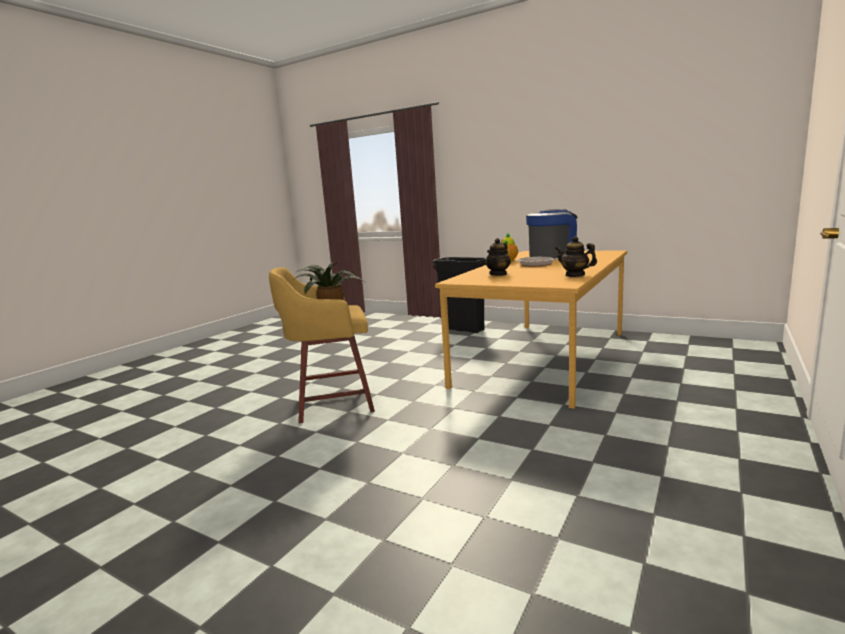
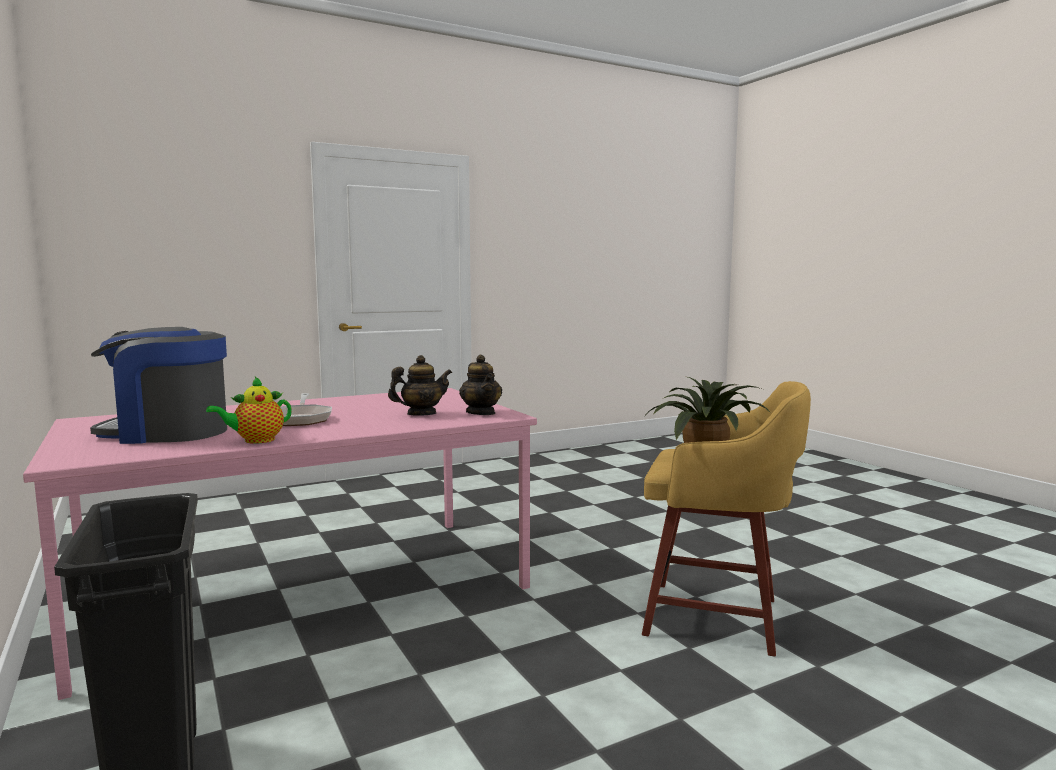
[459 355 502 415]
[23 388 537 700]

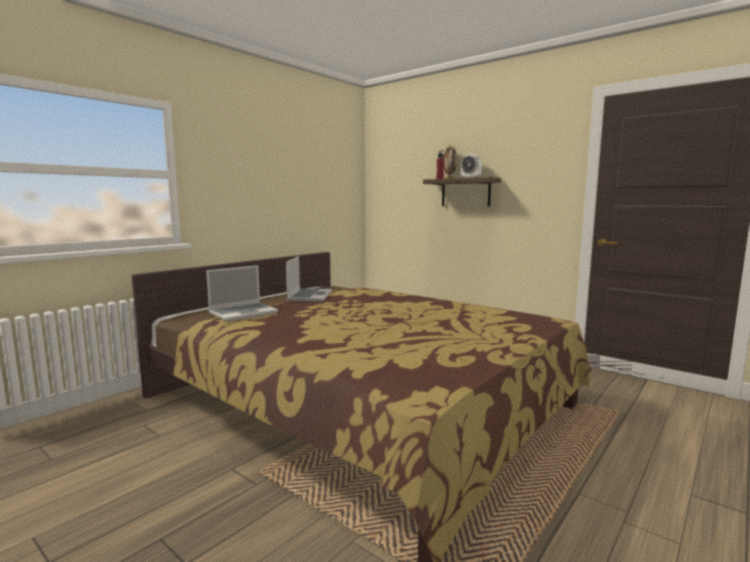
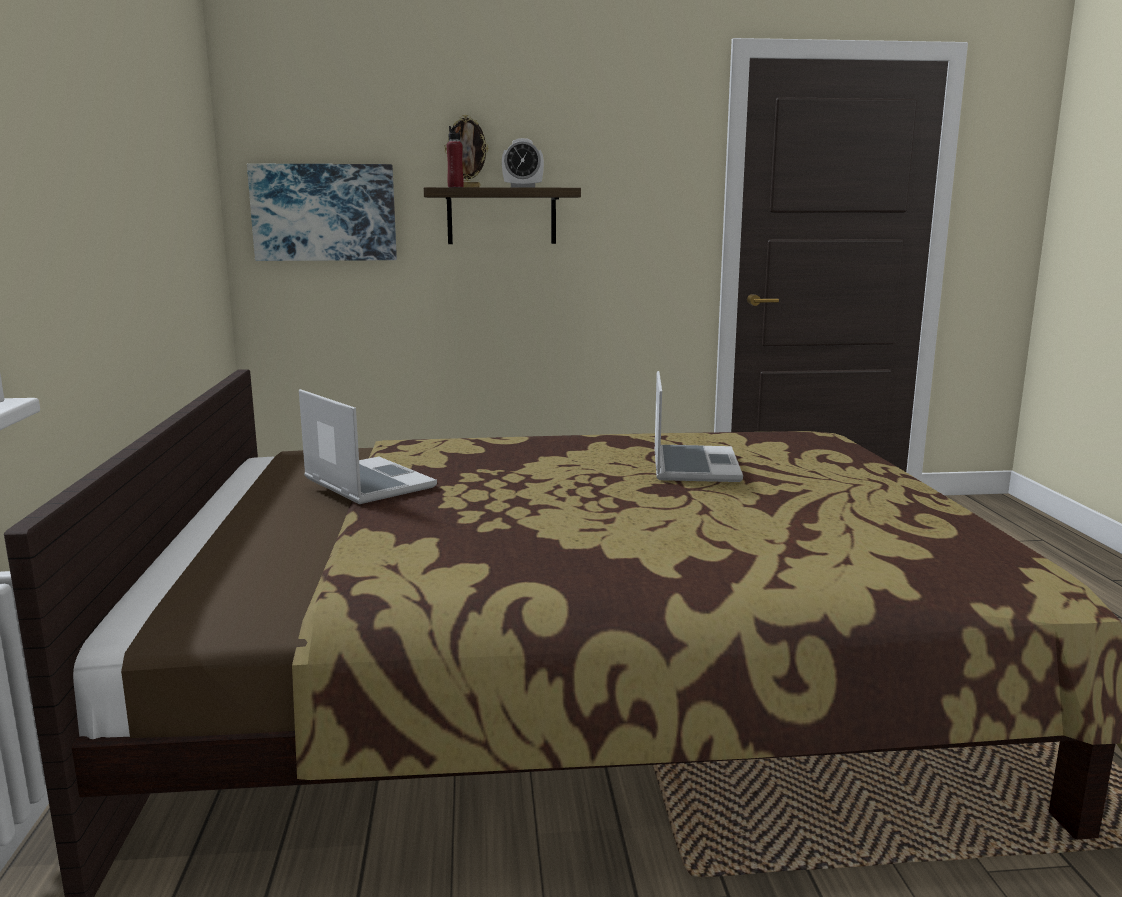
[247 164 397 261]
[654 371 743 482]

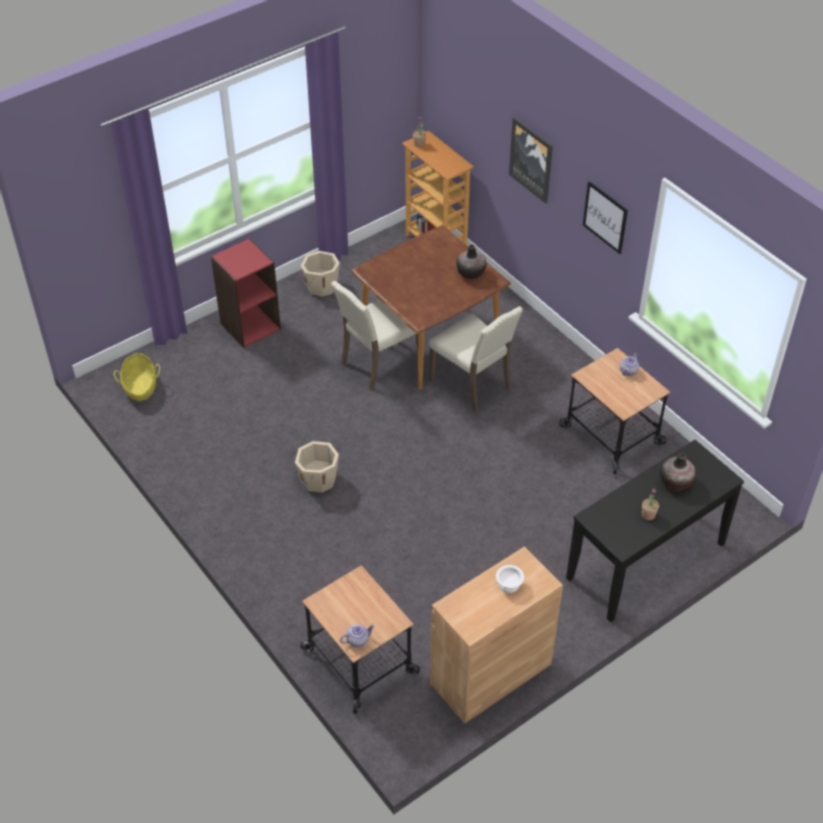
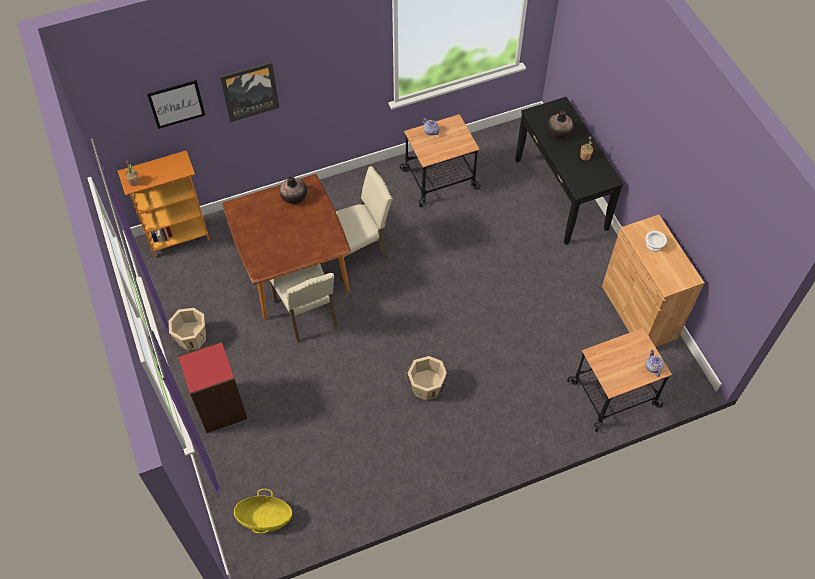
[147 80 205 129]

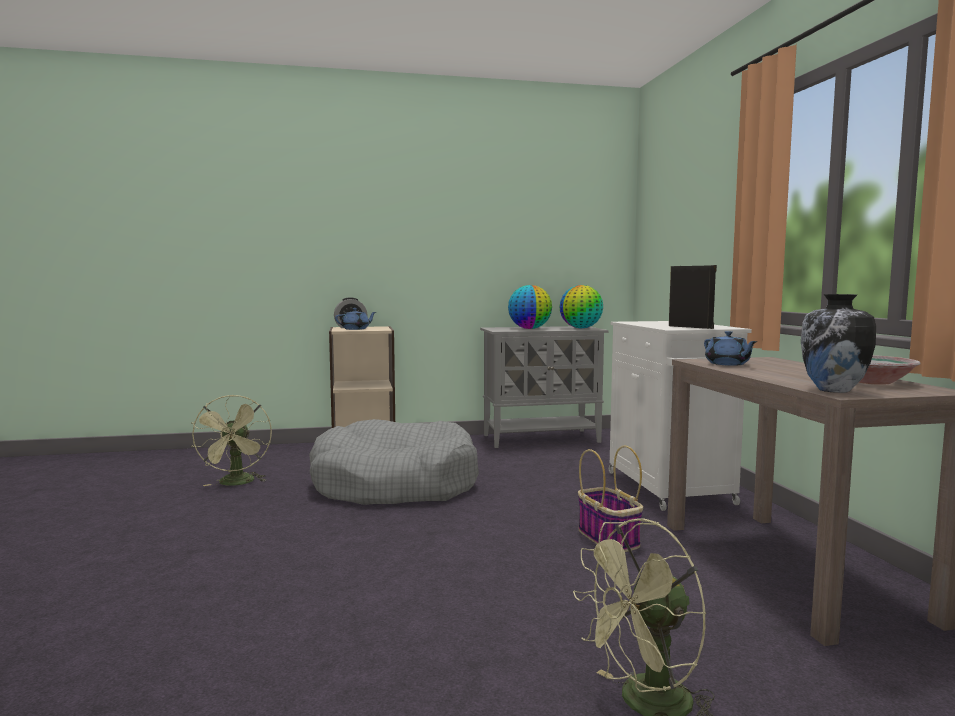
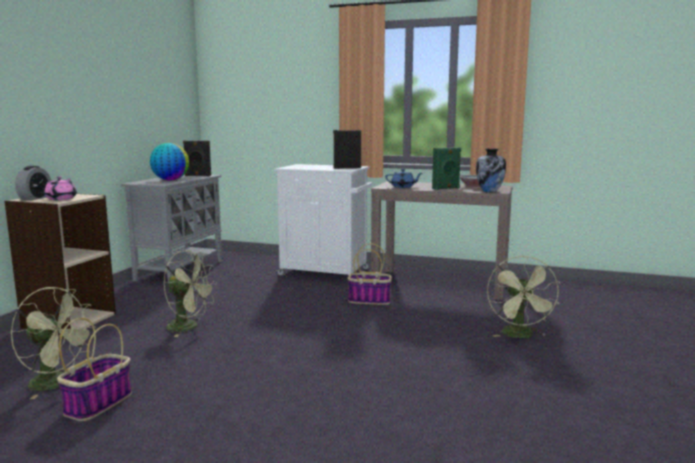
[57 318 132 421]
[432 147 461 190]
[164 250 217 337]
[183 141 211 176]
[44 176 77 200]

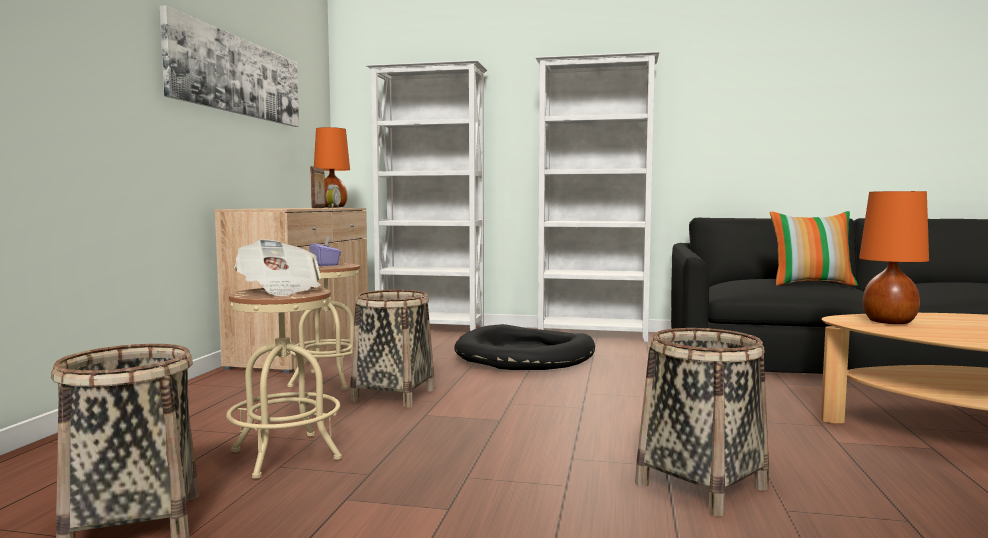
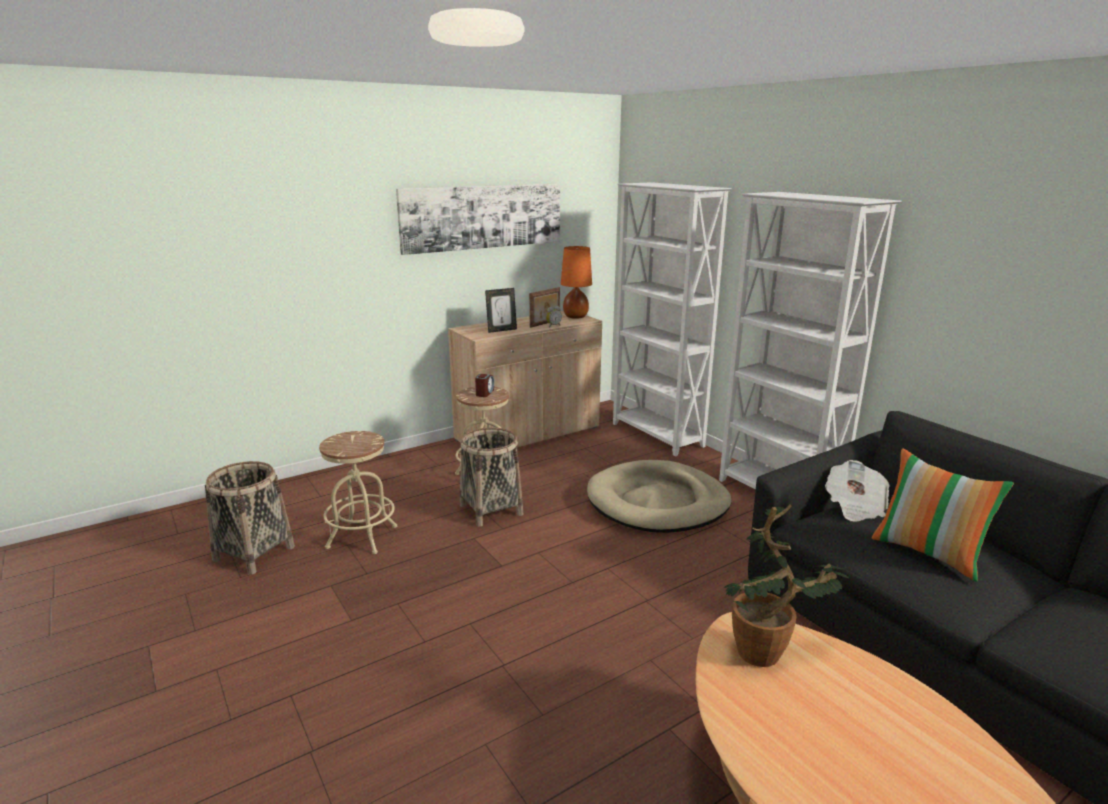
[635 328 769 516] (first image)
[485 288 517 333]
[825 460 890 522]
[475 374 494 397]
[724 504 849 667]
[587 460 731 533]

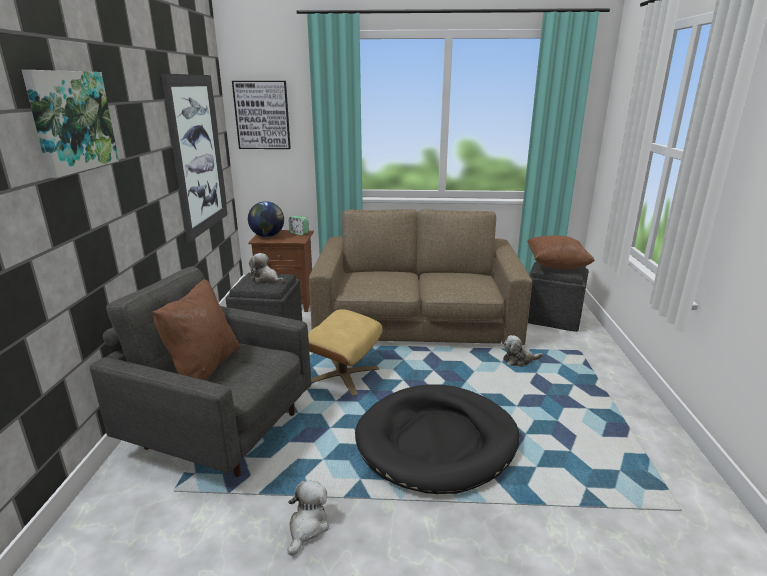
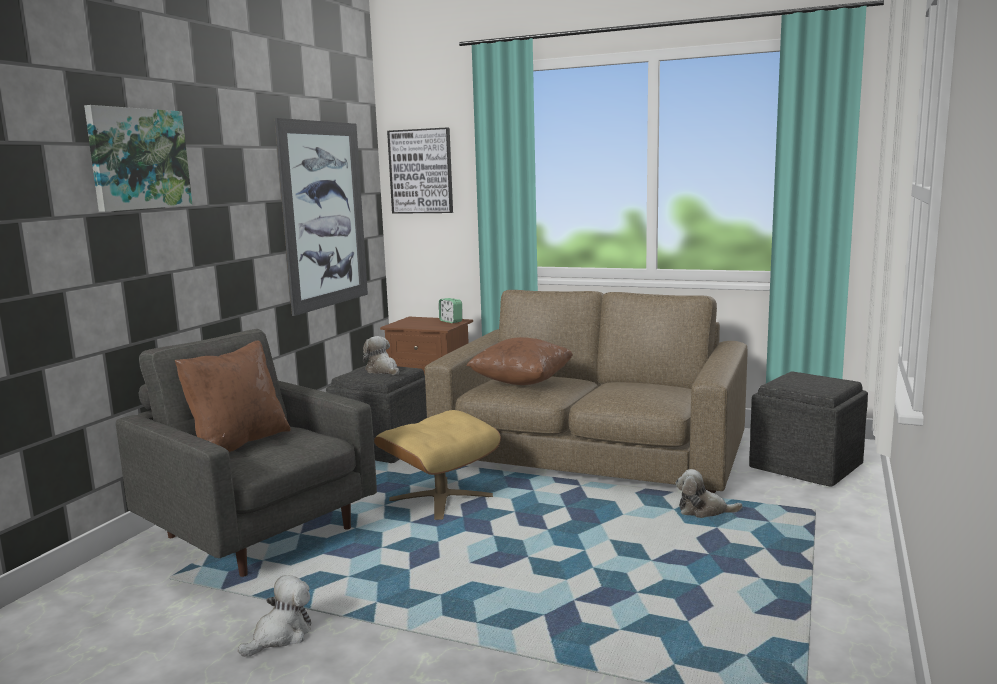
[248 201 284 237] (first image)
[355 384 519 494] (first image)
[467 337 573 385]

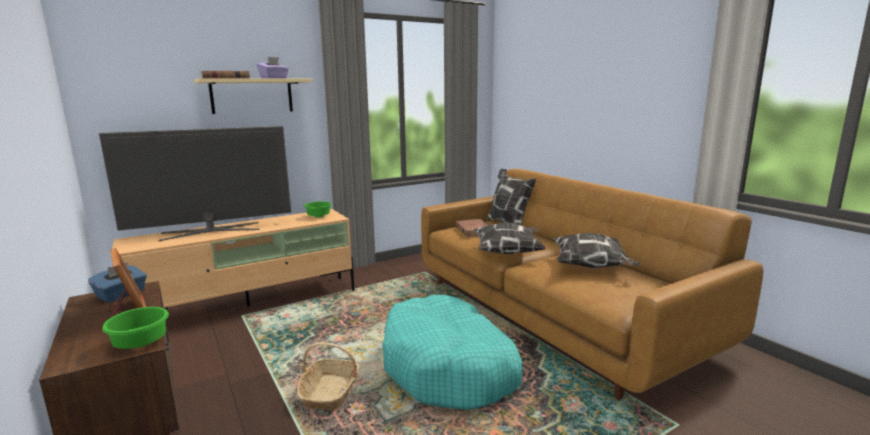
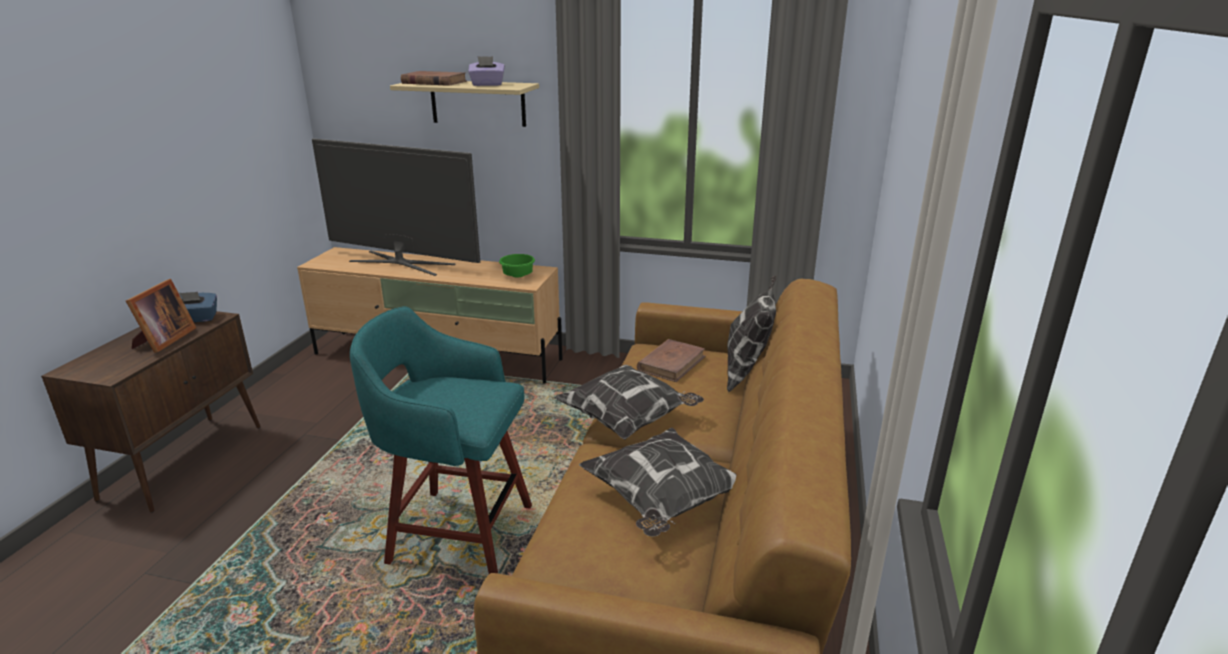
[102 307 169 349] (first image)
[297 342 359 410] (first image)
[350 306 532 574]

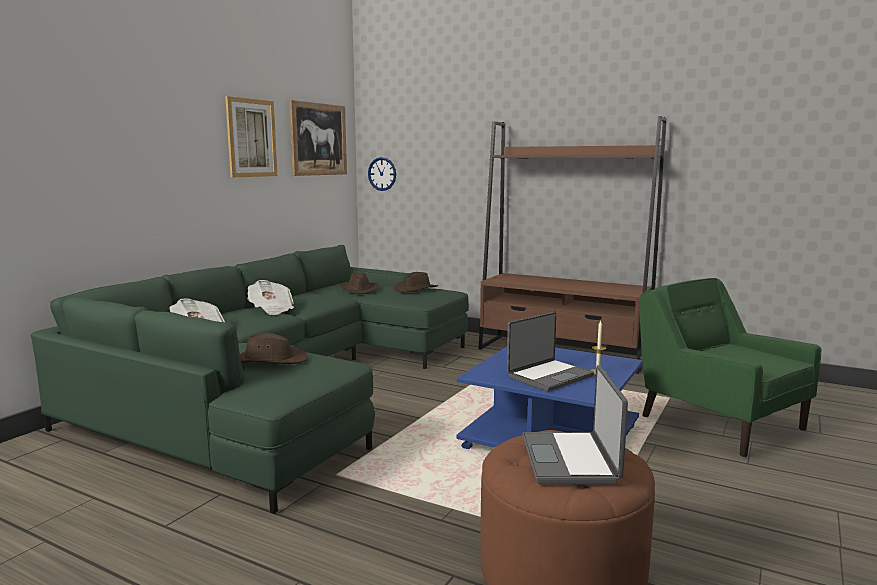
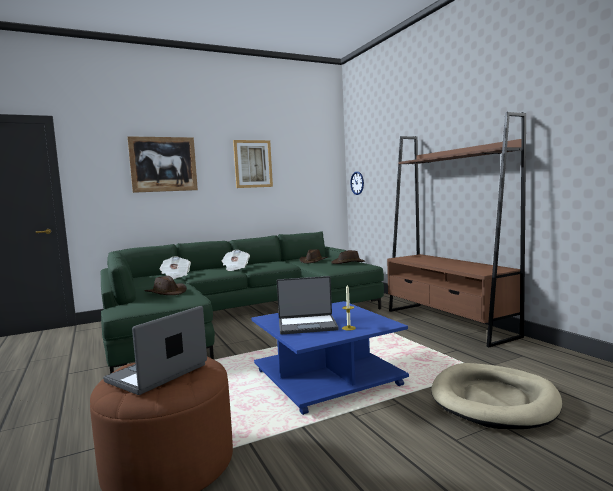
[127 136 198 193]
[431 363 562 429]

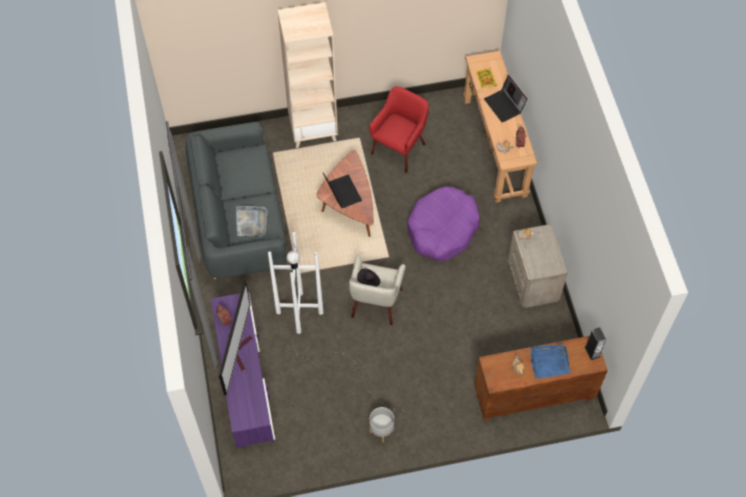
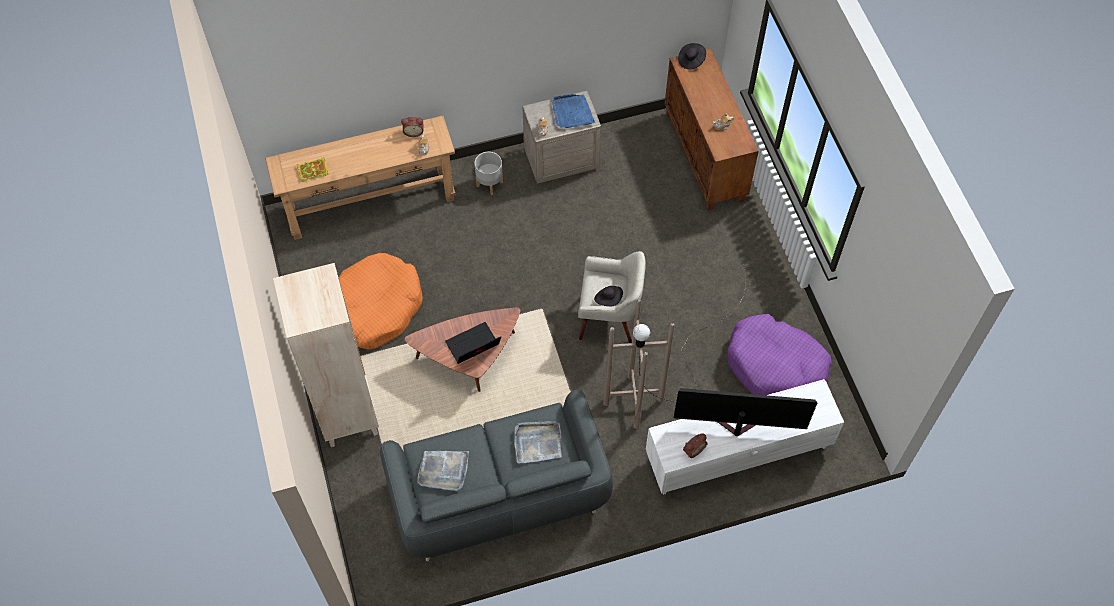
[484 75 527 122] (first image)
[417 451 469 491]
[474 152 503 195]
[727 314 832 395]
[552 94 595 128]
[339 253 423 350]
[678 43 706 70]
[646 379 844 495]
[603 266 746 429]

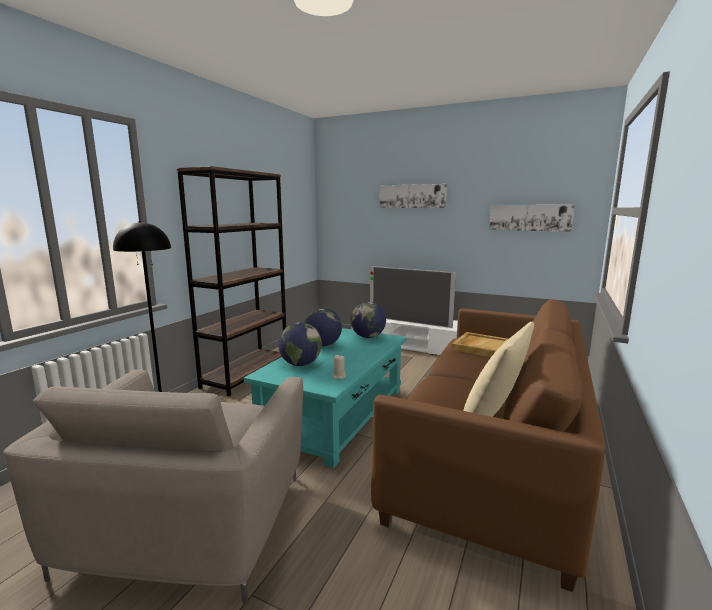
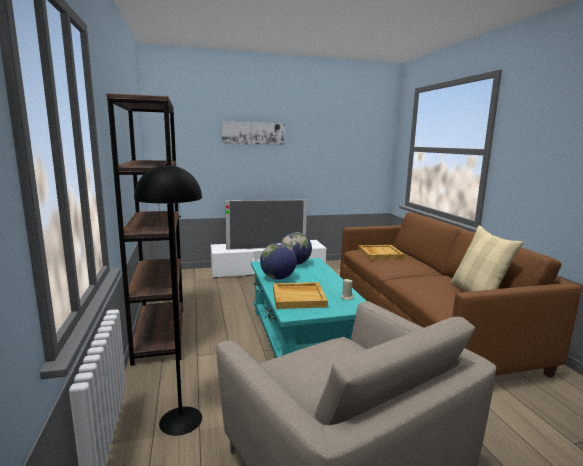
[489 205 575 232] (first image)
[273 282 328 309]

